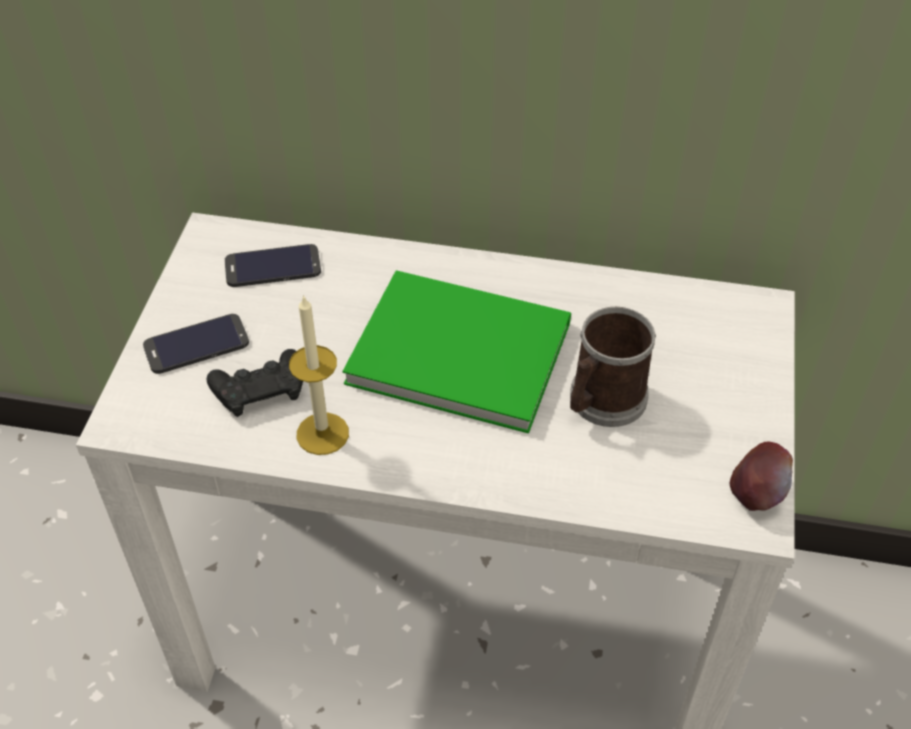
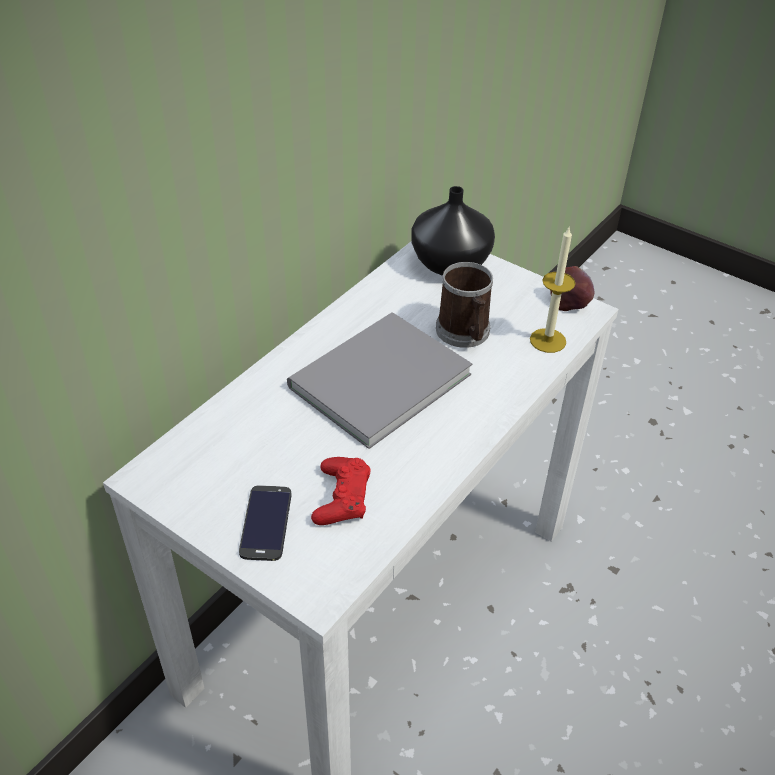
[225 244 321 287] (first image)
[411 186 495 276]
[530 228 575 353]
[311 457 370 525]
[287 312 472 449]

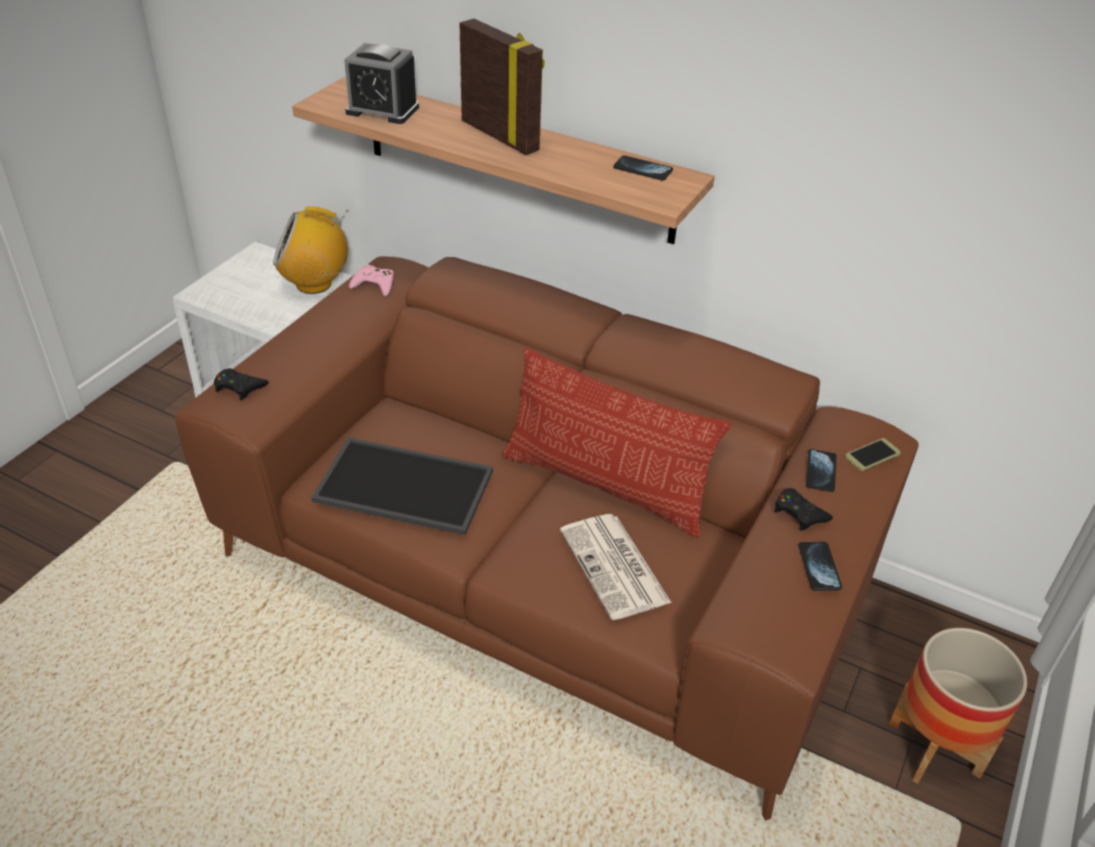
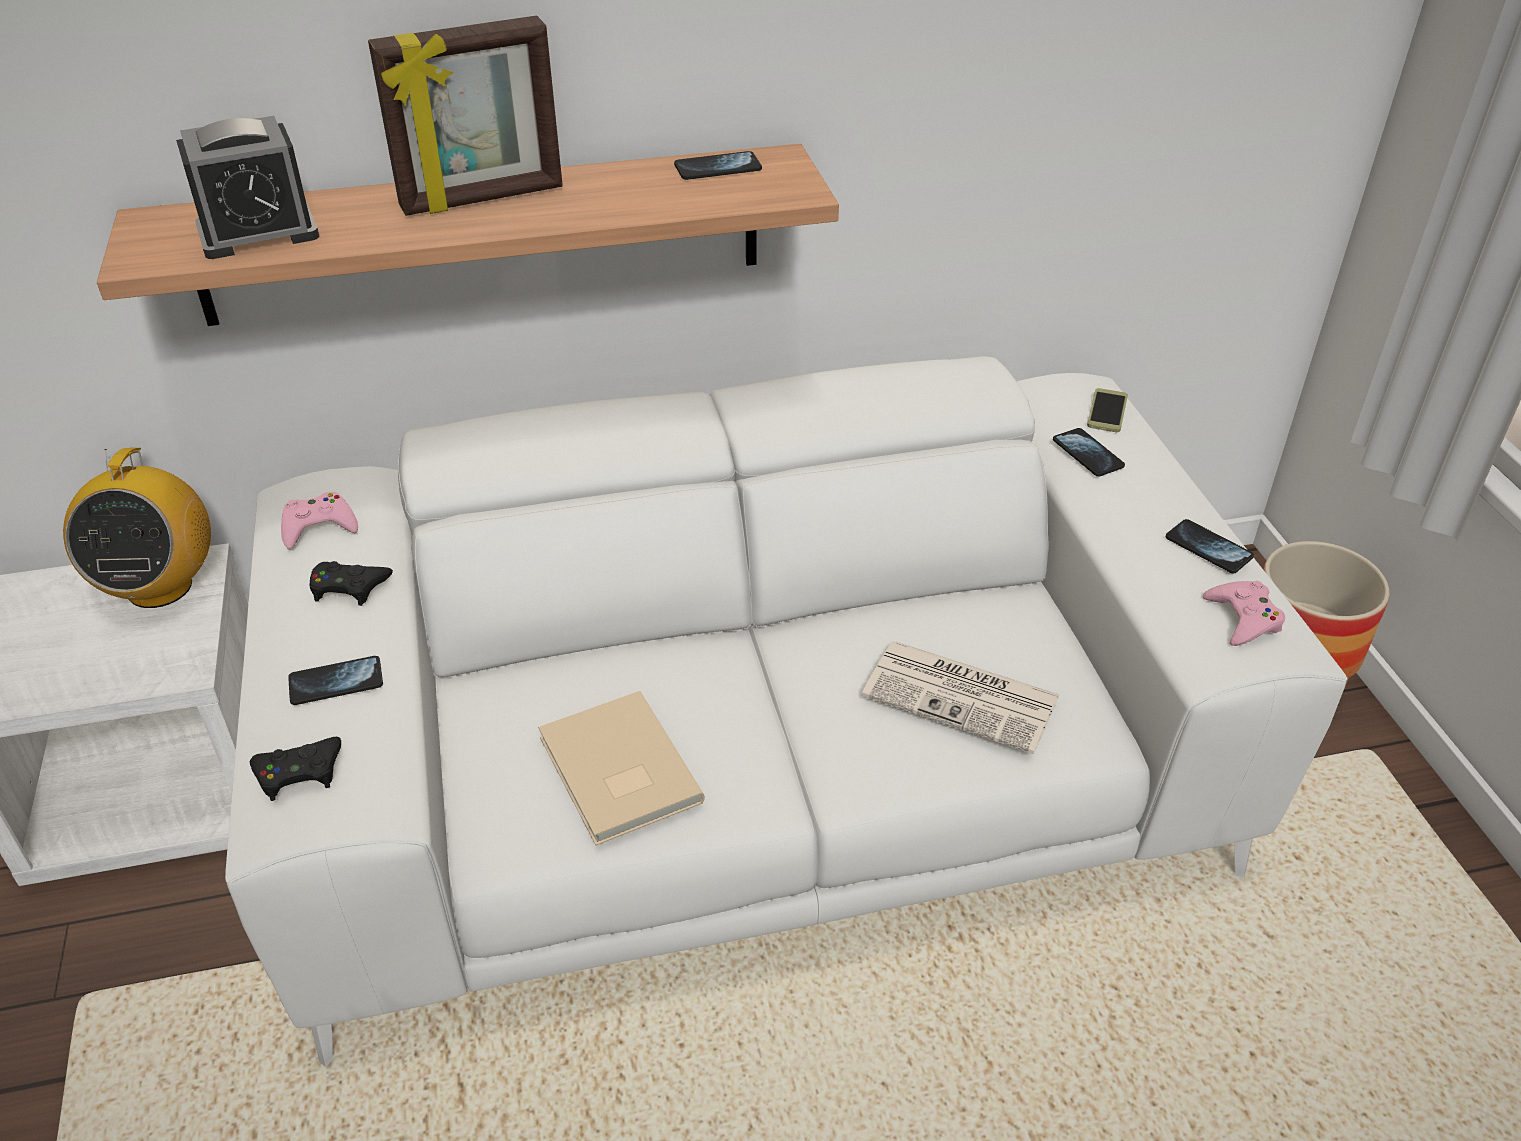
[502 348 730 537] (first image)
[288 656 383 705]
[1203 581 1285 646]
[310 561 393 606]
[538 691 705 846]
[225 356 1347 1067]
[63 448 211 608]
[368 16 563 216]

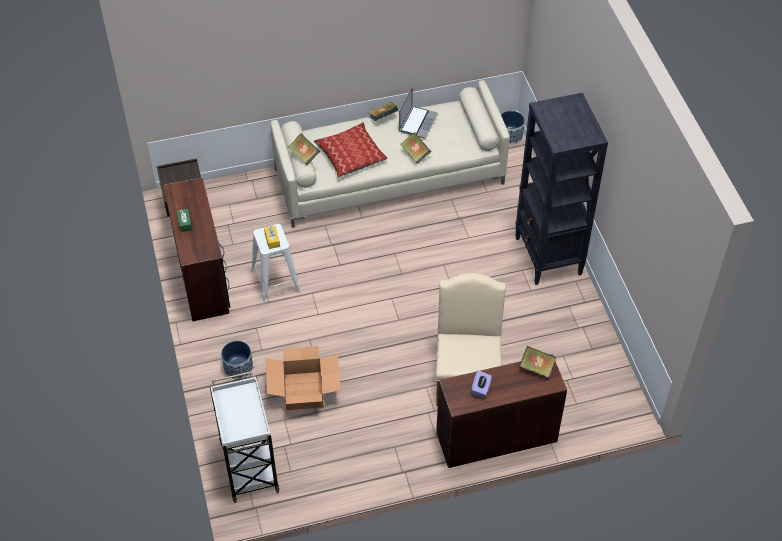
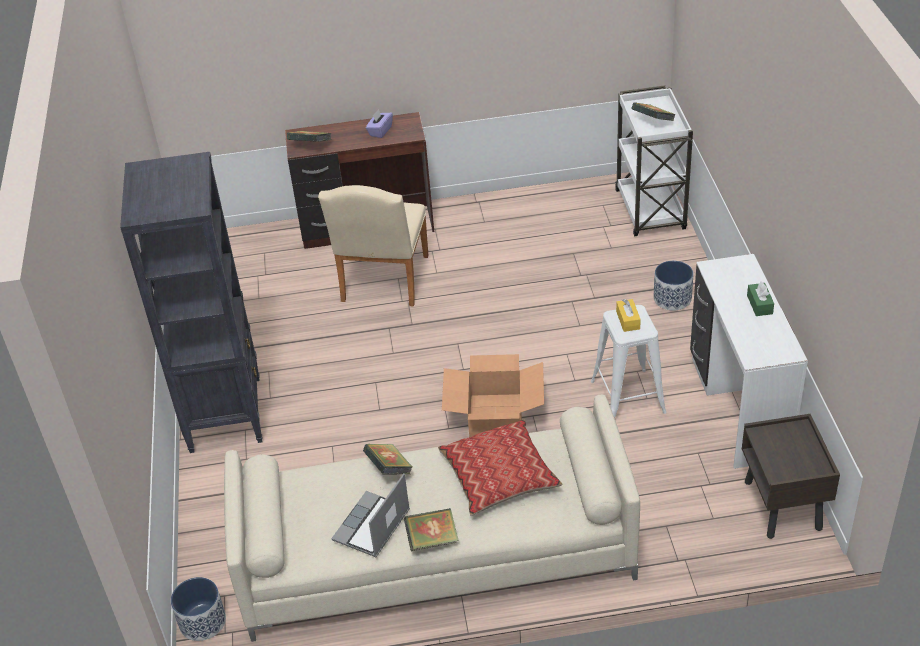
[442 354 544 438]
[631 102 676 121]
[690 254 808 469]

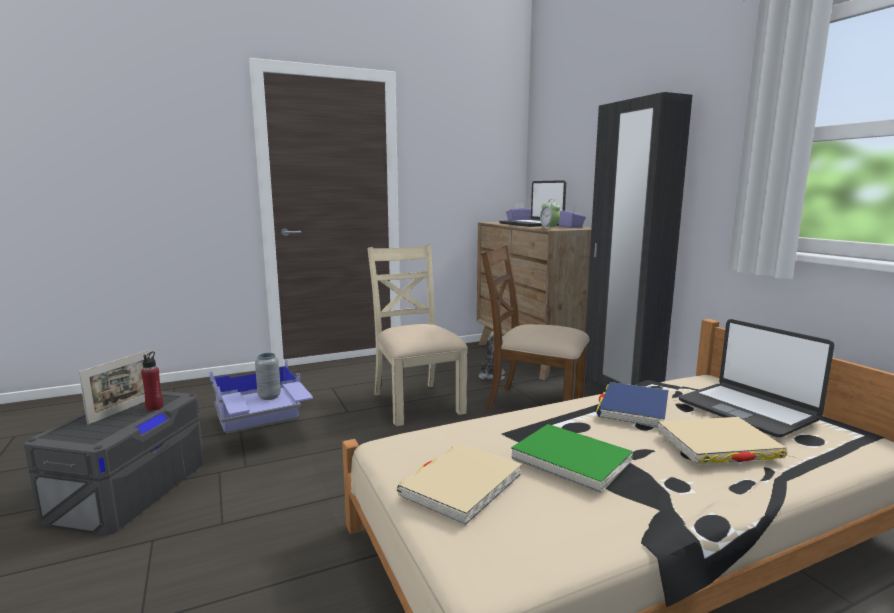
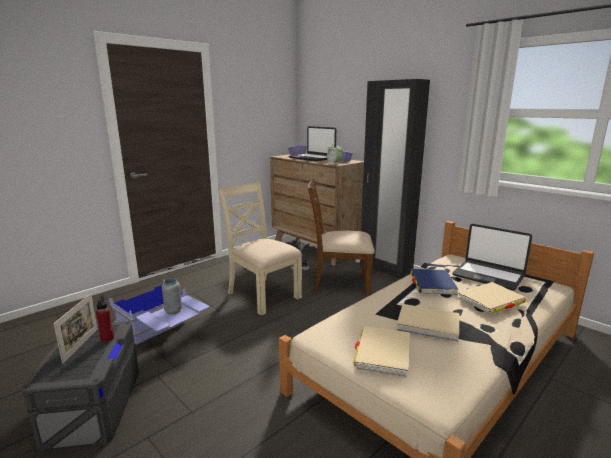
[397 304 459 342]

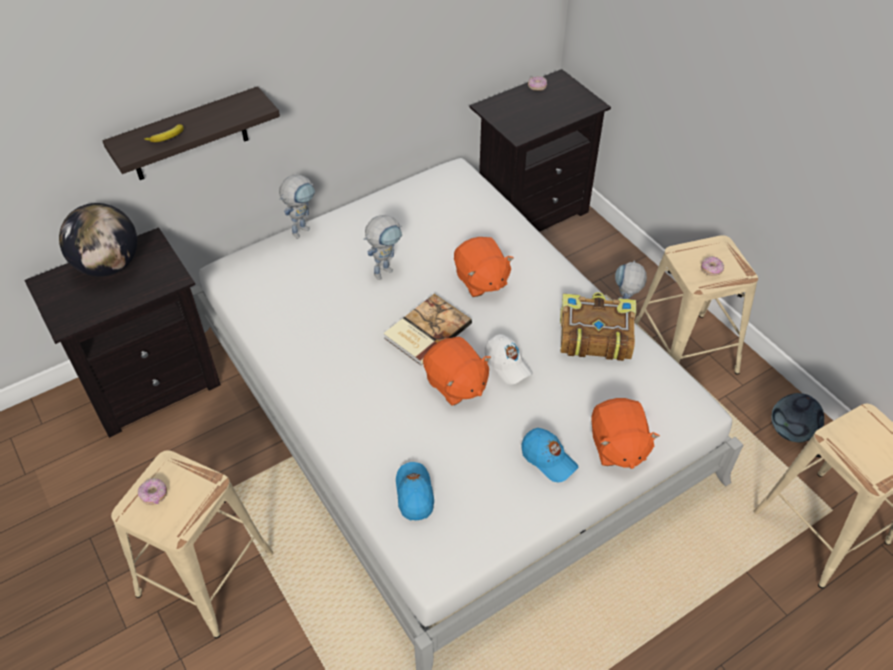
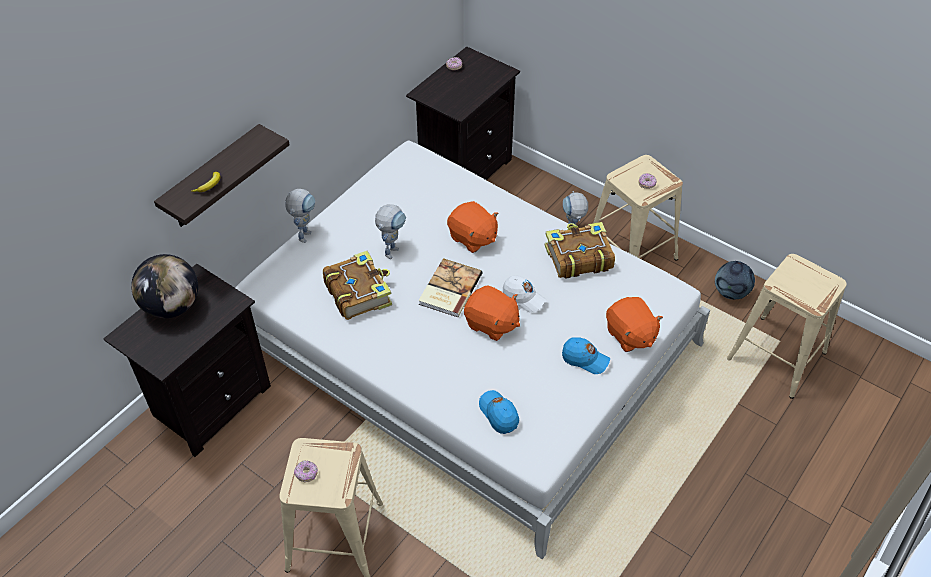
[323 251 392 320]

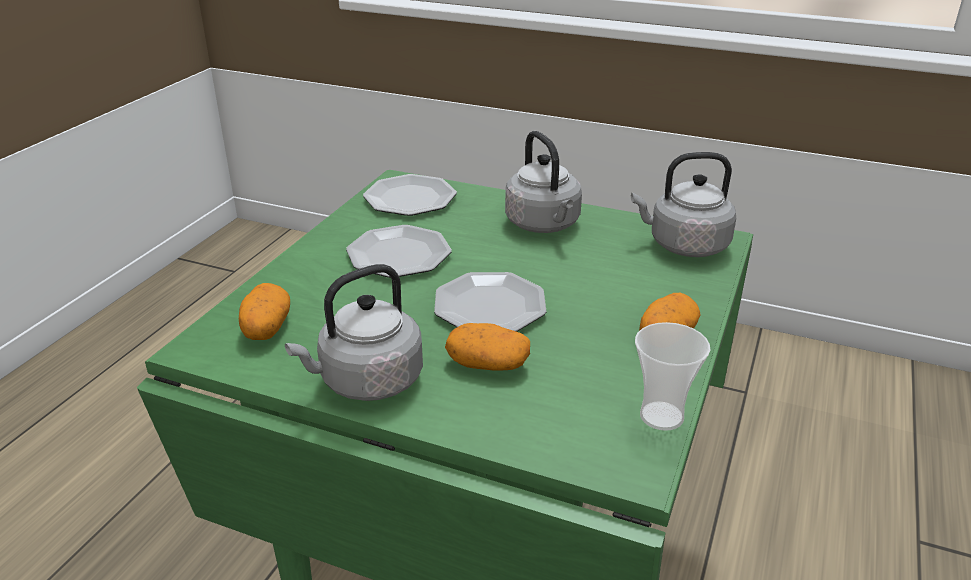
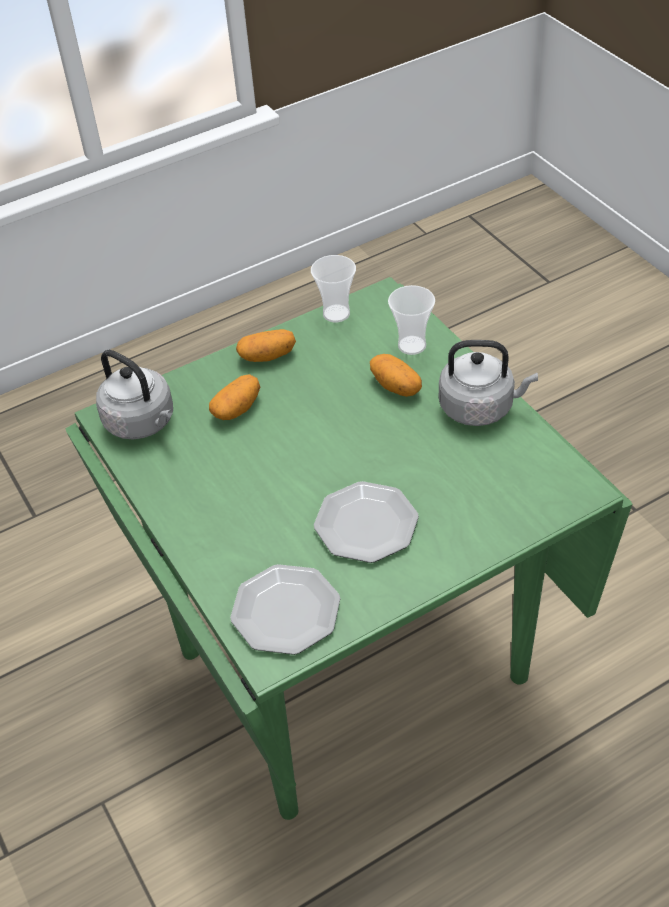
[434 272 546 332] (first image)
[505 131 582 233] (first image)
[388 285 435 355]
[209 374 260 420]

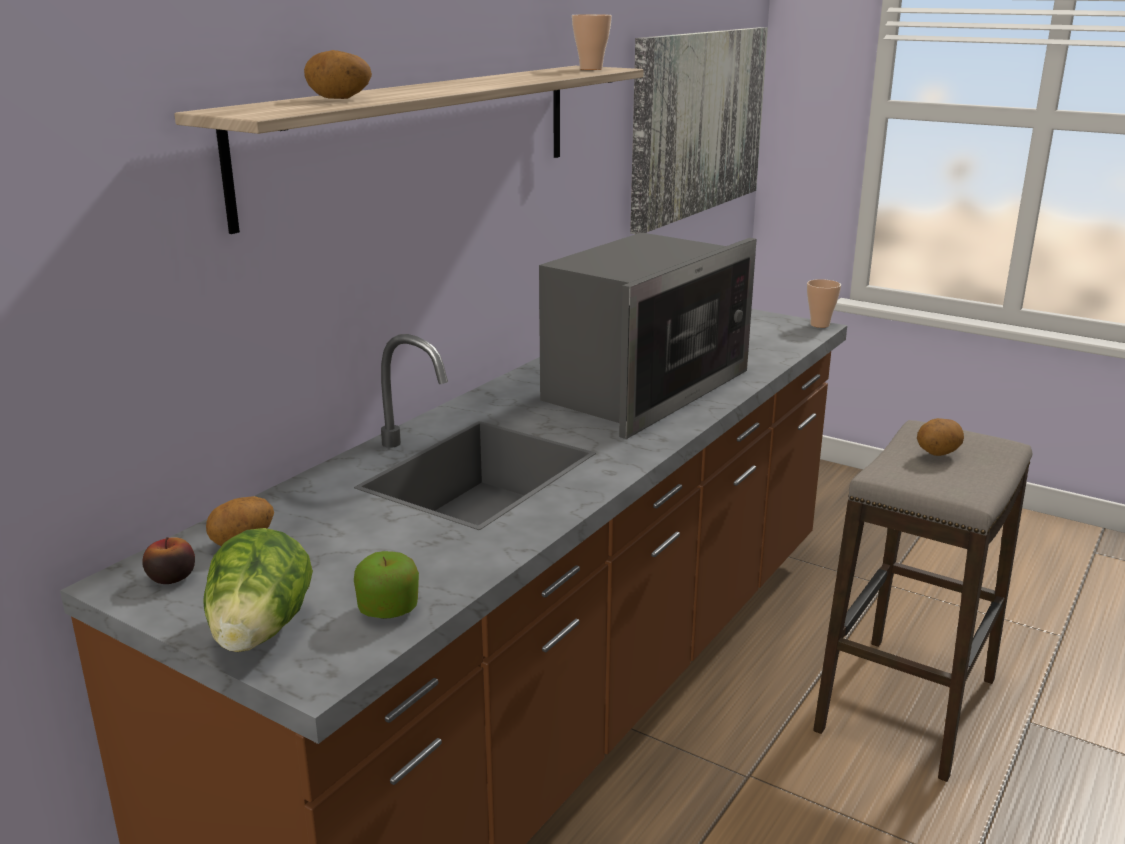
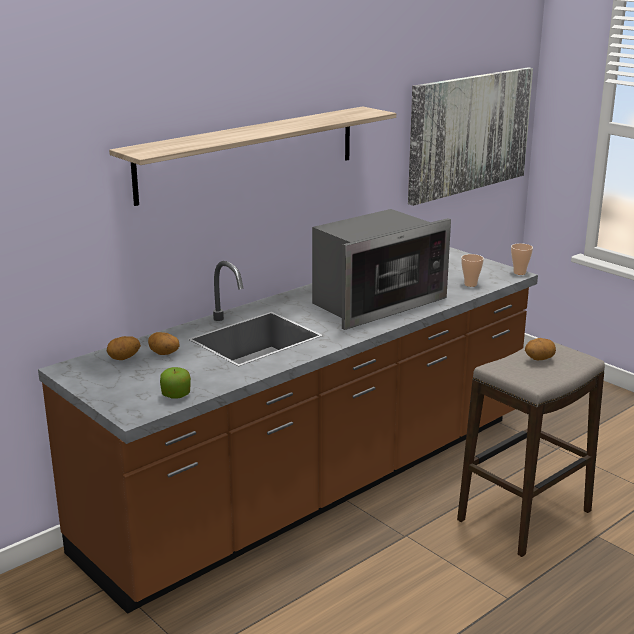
[142 537 195 584] (first image)
[203 528 313 652] (first image)
[148 332 180 355]
[461 254 484 287]

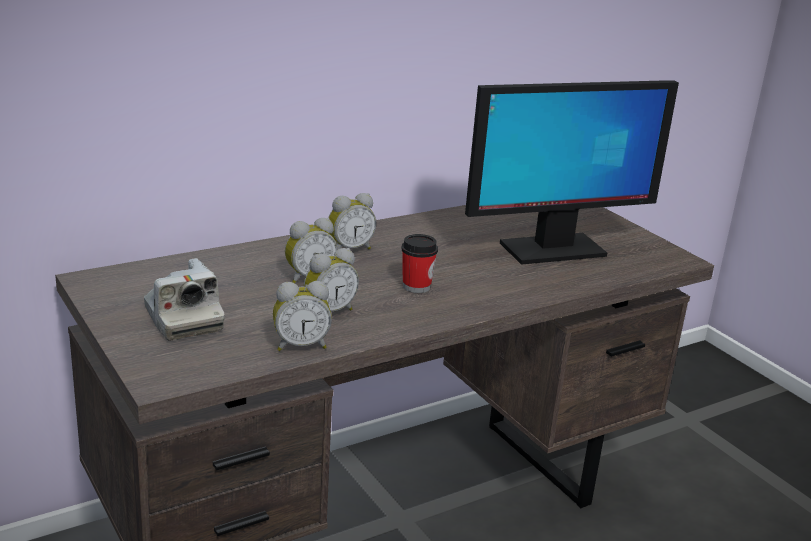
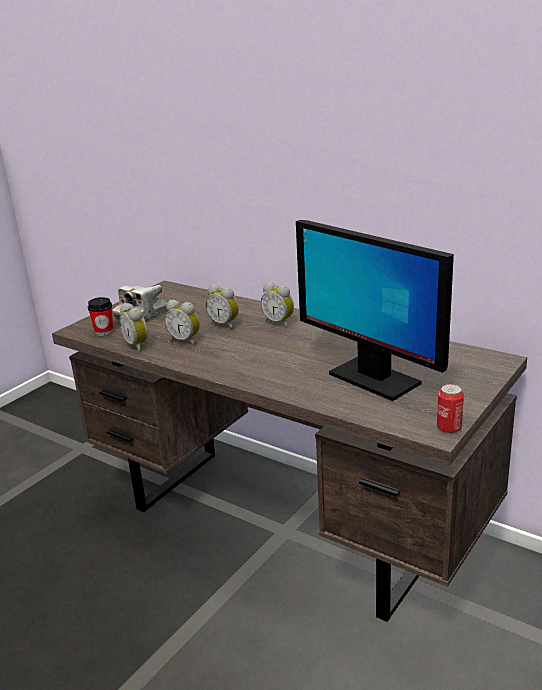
[437 384 464 433]
[88 297 114 336]

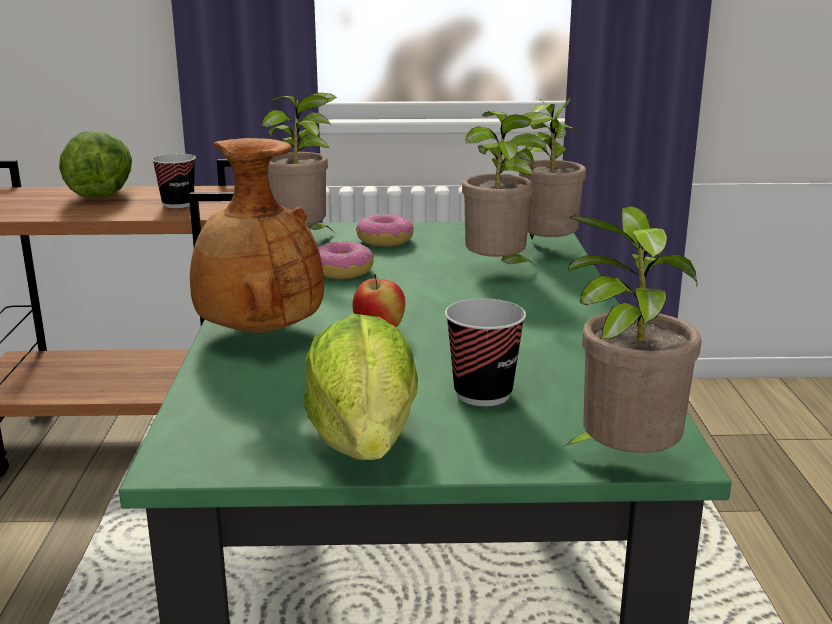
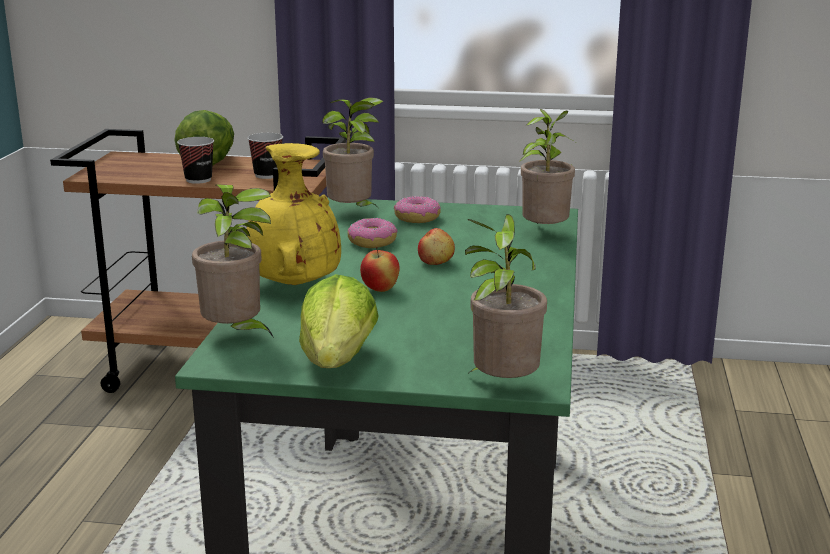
[418 228 455 265]
[177 137 214 184]
[192 184 274 338]
[247 143 341 285]

